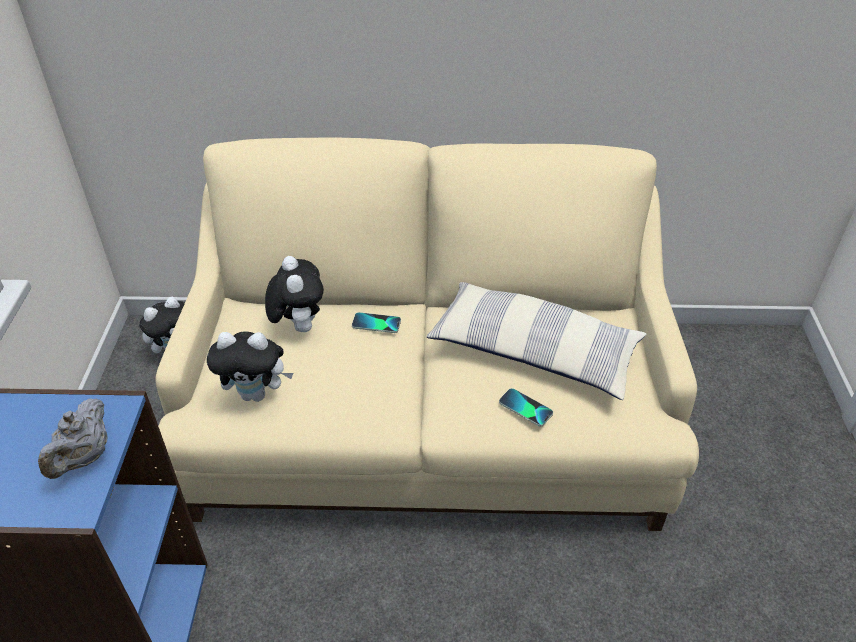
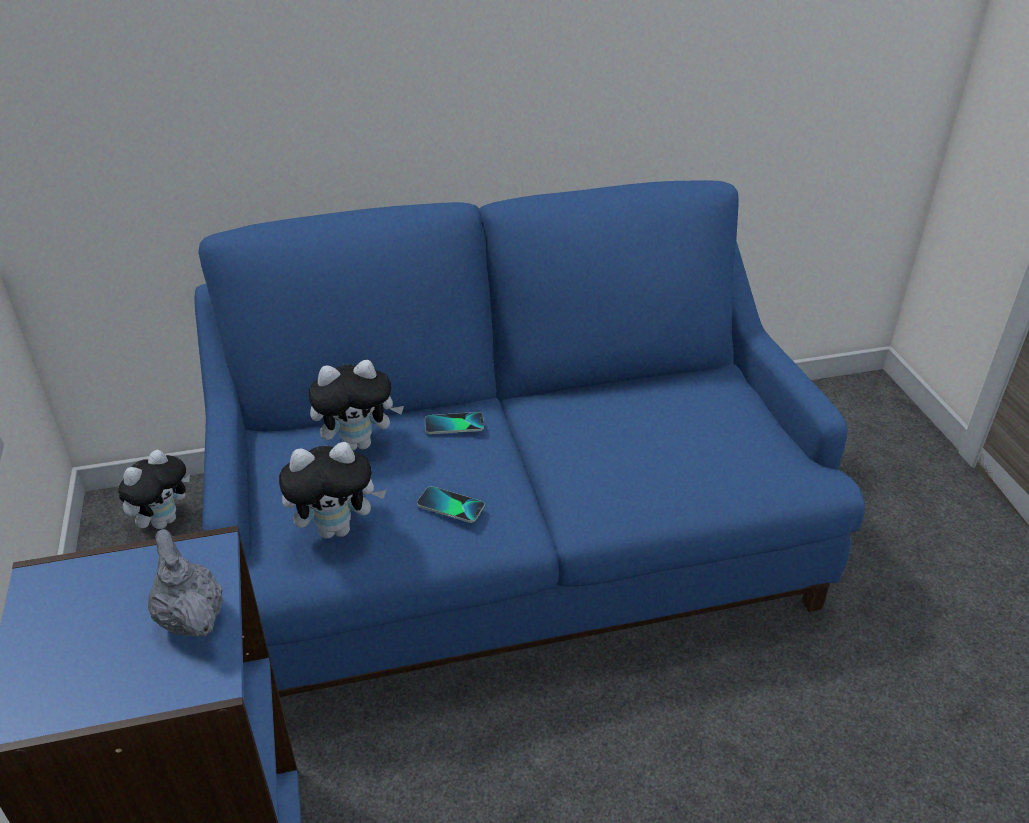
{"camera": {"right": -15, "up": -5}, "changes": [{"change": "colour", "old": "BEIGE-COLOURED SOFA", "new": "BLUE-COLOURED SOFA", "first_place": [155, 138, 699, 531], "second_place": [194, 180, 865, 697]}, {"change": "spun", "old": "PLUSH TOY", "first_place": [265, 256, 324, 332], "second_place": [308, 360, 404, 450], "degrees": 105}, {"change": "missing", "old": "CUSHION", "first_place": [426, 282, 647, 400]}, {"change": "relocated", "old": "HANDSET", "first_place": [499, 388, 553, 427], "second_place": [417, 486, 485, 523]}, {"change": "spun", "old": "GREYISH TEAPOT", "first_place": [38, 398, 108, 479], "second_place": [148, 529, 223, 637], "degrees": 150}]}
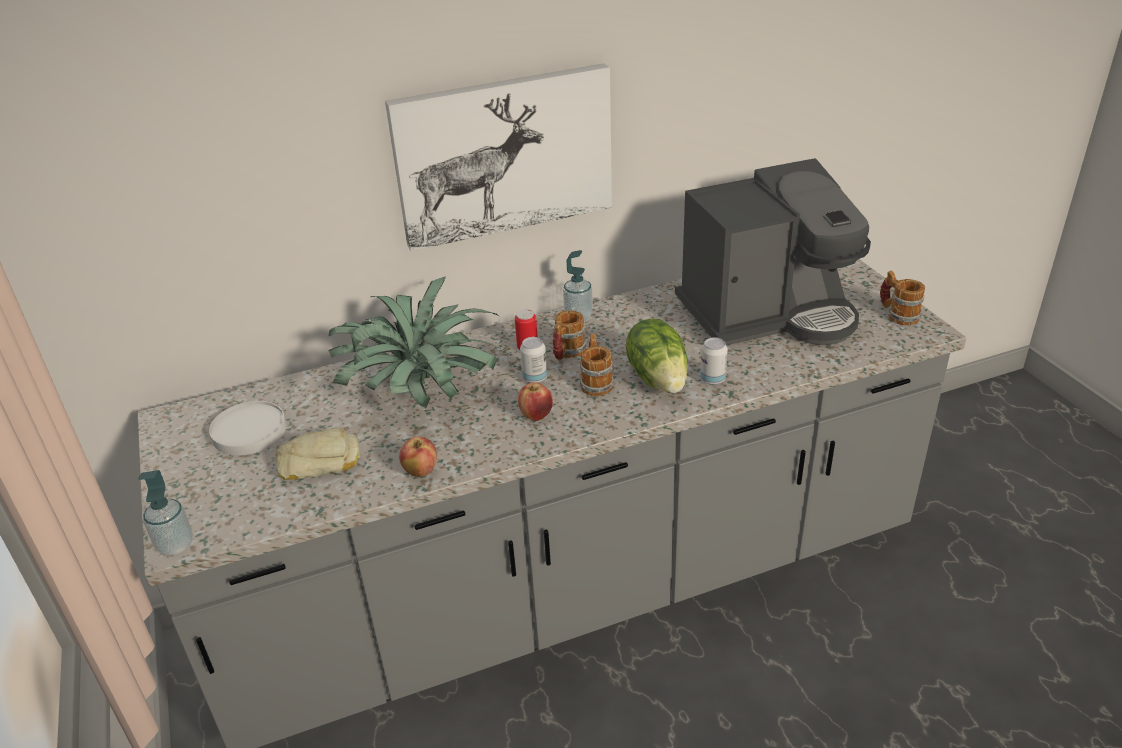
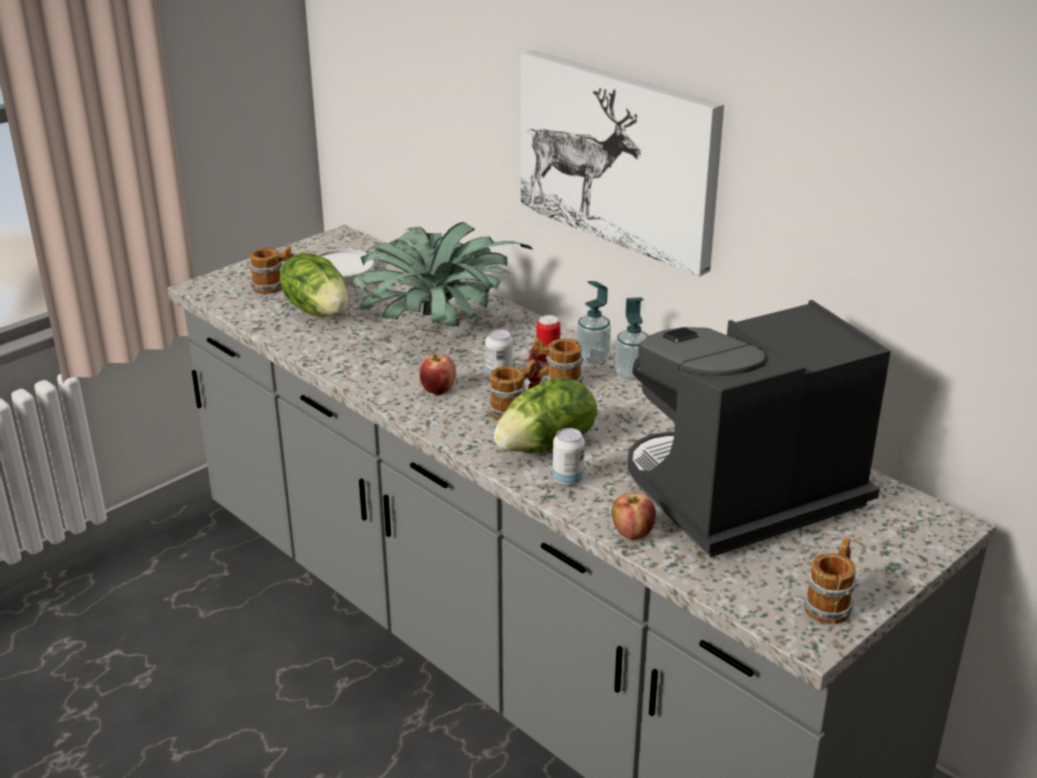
{"camera": {"right": 65, "up": -5}, "changes": [{"change": "spun", "old": "COFFEE BREWER", "first_place": [675, 158, 871, 345], "second_place": [627, 300, 891, 558], "degrees": 105}, {"change": "exchanged", "old": "BREAD", "new": "HEAD OF LETTUCE", "first_place": [275, 427, 360, 480], "second_place": [280, 253, 349, 316]}, {"change": "relocated", "old": "APPLE FRUIT", "first_place": [399, 437, 437, 477], "second_place": [612, 493, 656, 540]}, {"change": "relocated", "old": "SOAP BOTTLE", "first_place": [138, 470, 193, 556], "second_place": [577, 281, 611, 364]}, {"change": "appeared", "new": "TEA MUG", "second_place": [249, 246, 294, 294]}]}
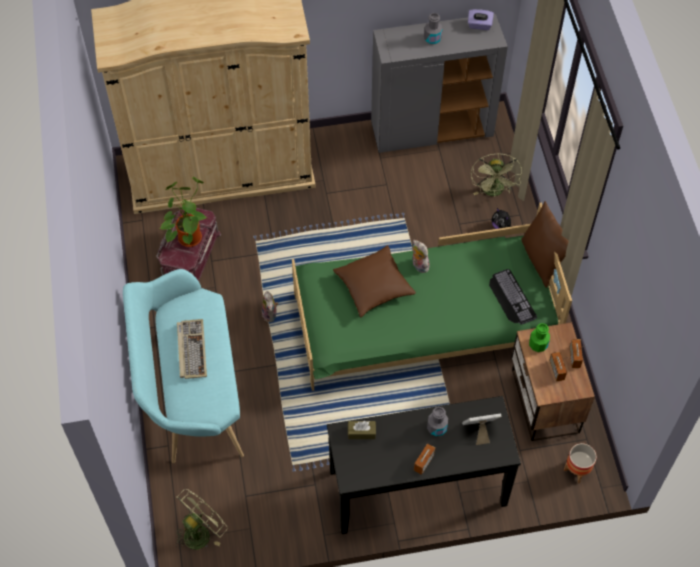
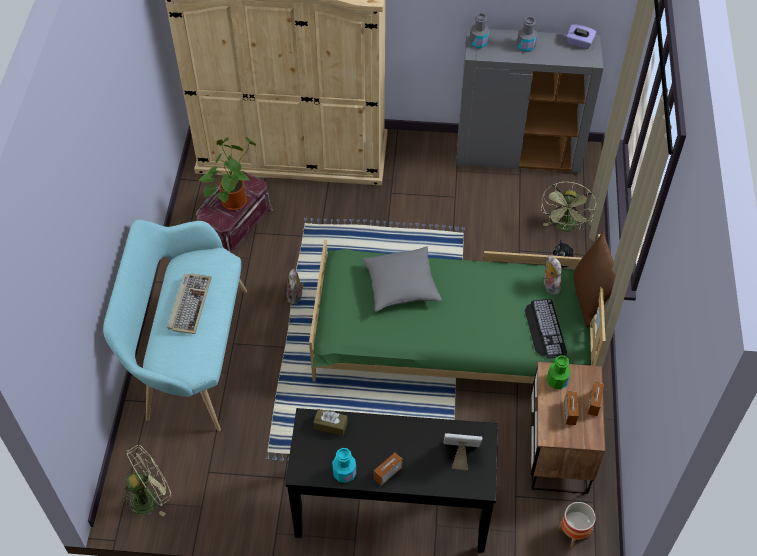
{"camera": {"right": 15, "up": -5}, "changes": [{"change": "relocated", "old": "PLUSH TOY", "first_place": [412, 240, 429, 273], "second_place": [543, 255, 562, 295]}, {"change": "colour", "old": "BROWNISH CUSHION", "new": "GREYISH CUSHION", "first_place": [333, 245, 416, 317], "second_place": [363, 246, 442, 312]}, {"change": "relocated", "old": "GREYISH BEVERAGE BOTTLE", "first_place": [427, 407, 448, 436], "second_place": [469, 13, 490, 48]}, {"change": "appeared", "new": "BLUE-GREEN BEVERAGE BOTTLE", "second_place": [332, 448, 356, 483]}]}
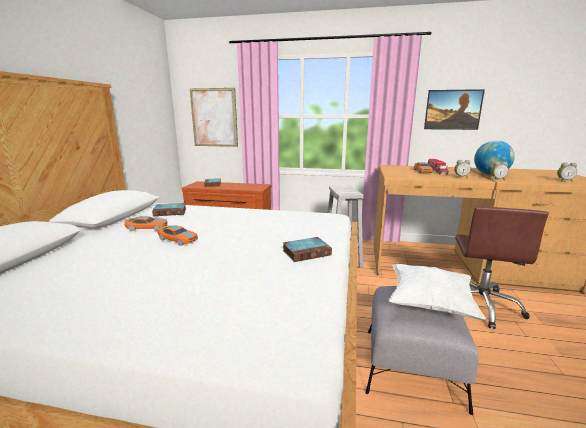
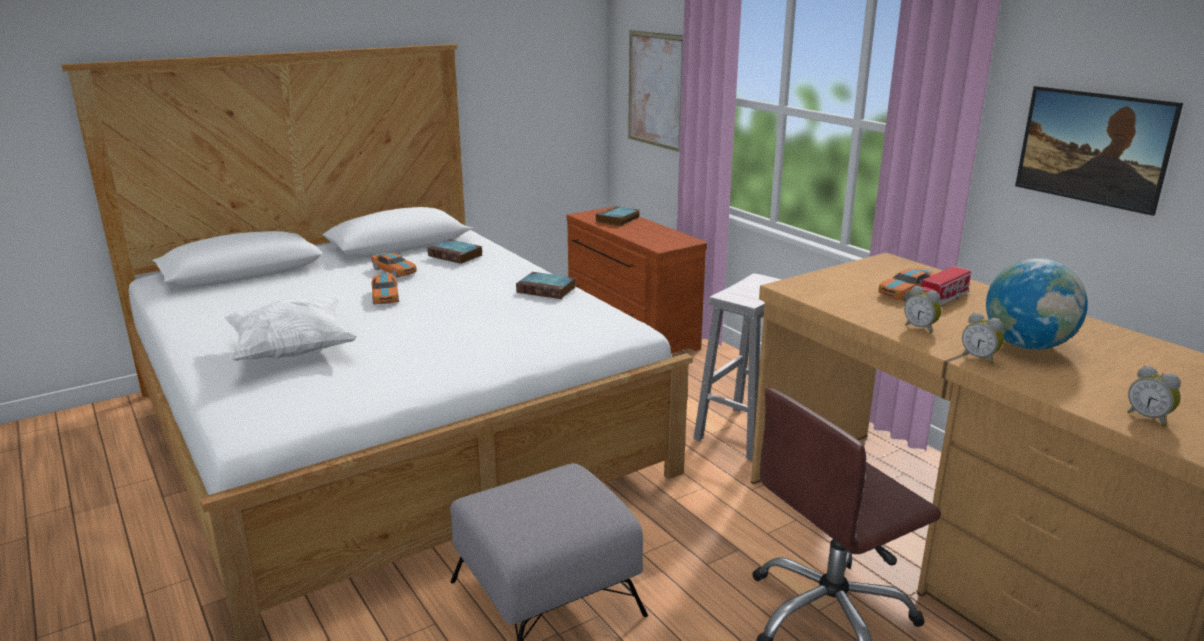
{"camera": {"right": 45, "up": 5}, "changes": [{"change": "relocated", "old": "BOOK", "first_place": [283, 237, 332, 262], "second_place": [516, 272, 576, 299]}, {"change": "relocated", "old": "WHITE-COLOURED CUSHION", "first_place": [389, 264, 486, 320], "second_place": [224, 297, 357, 361]}]}
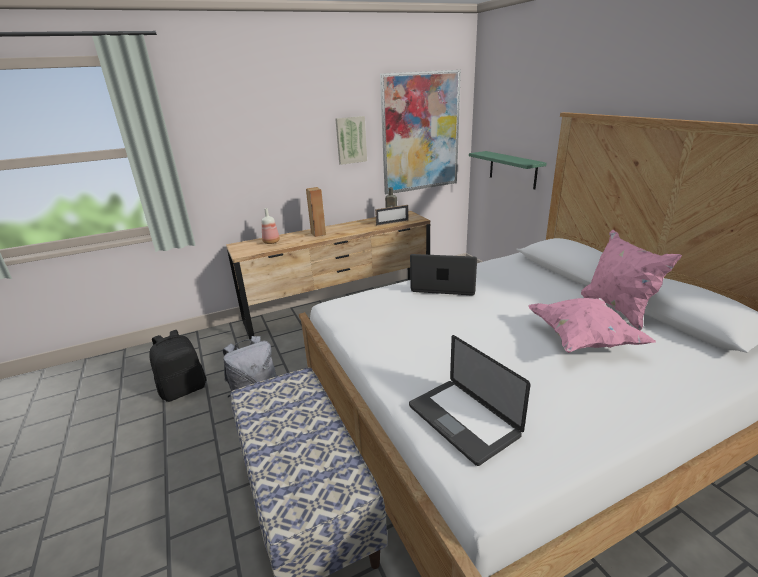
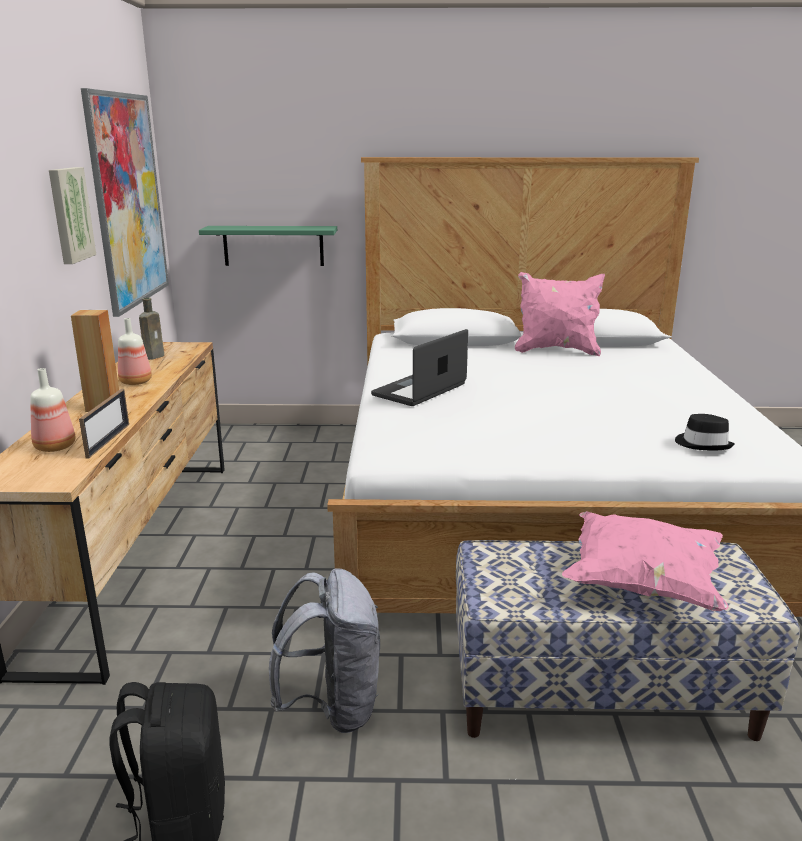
{"camera": {"right": -65, "up": -5}, "changes": [{"change": "relocated", "old": "STANDING FRAME", "first_place": [375, 205, 409, 225], "second_place": [79, 389, 129, 458]}, {"change": "relocated", "old": "PINKISH CUSHION", "first_place": [529, 298, 656, 353], "second_place": [562, 511, 729, 611]}, {"change": "exchanged", "old": "LAPTOP", "new": "BLACK HAT", "first_place": [409, 335, 531, 466], "second_place": [675, 414, 735, 450]}, {"change": "appeared", "new": "BEVERAGE BOTTLE", "second_place": [118, 318, 152, 385]}]}
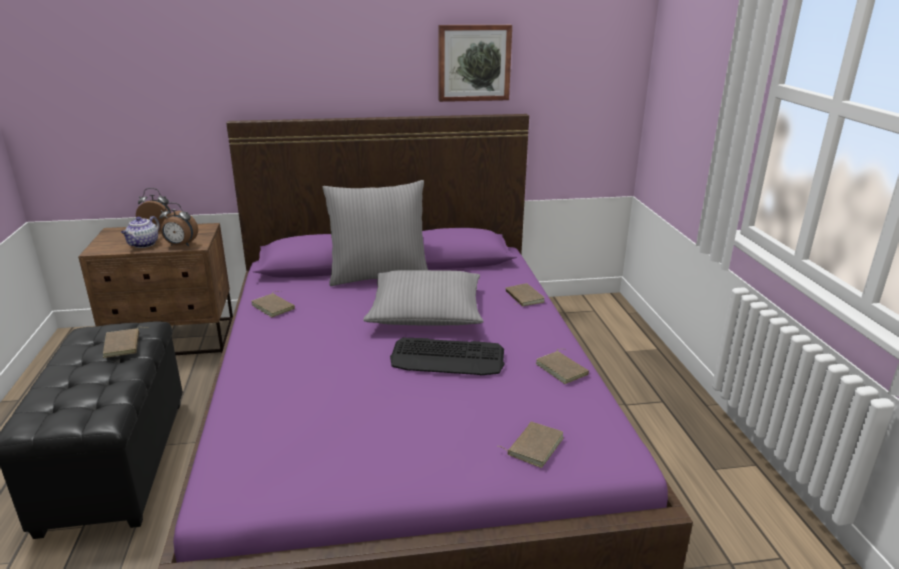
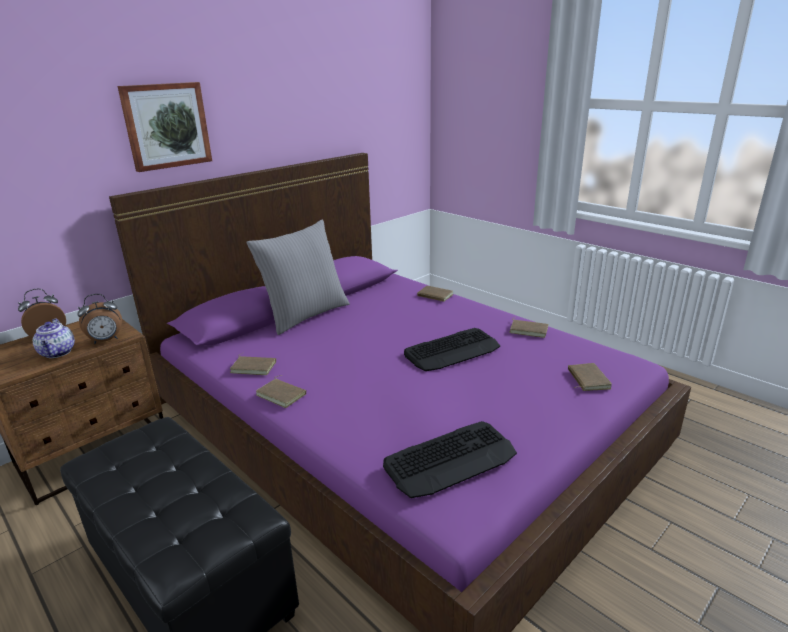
{"camera": {"right": -35, "up": 0}, "changes": [{"change": "relocated", "old": "PICTURE", "first_place": [438, 25, 512, 102], "second_place": [117, 82, 212, 172]}, {"change": "missing", "old": "GREYISH CUSHION", "first_place": [363, 270, 483, 326]}, {"change": "relocated", "old": "BROWNISH BOOK", "first_place": [103, 327, 147, 358], "second_place": [256, 375, 306, 408]}, {"change": "appeared", "new": "PC KEYBOARD", "second_place": [383, 421, 517, 498]}]}
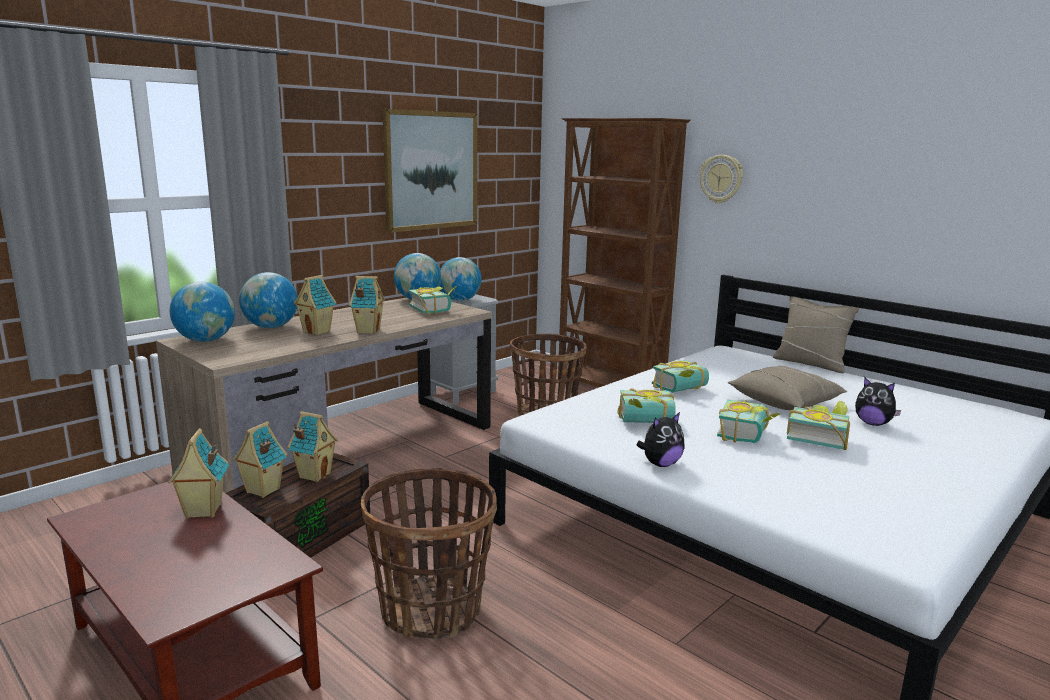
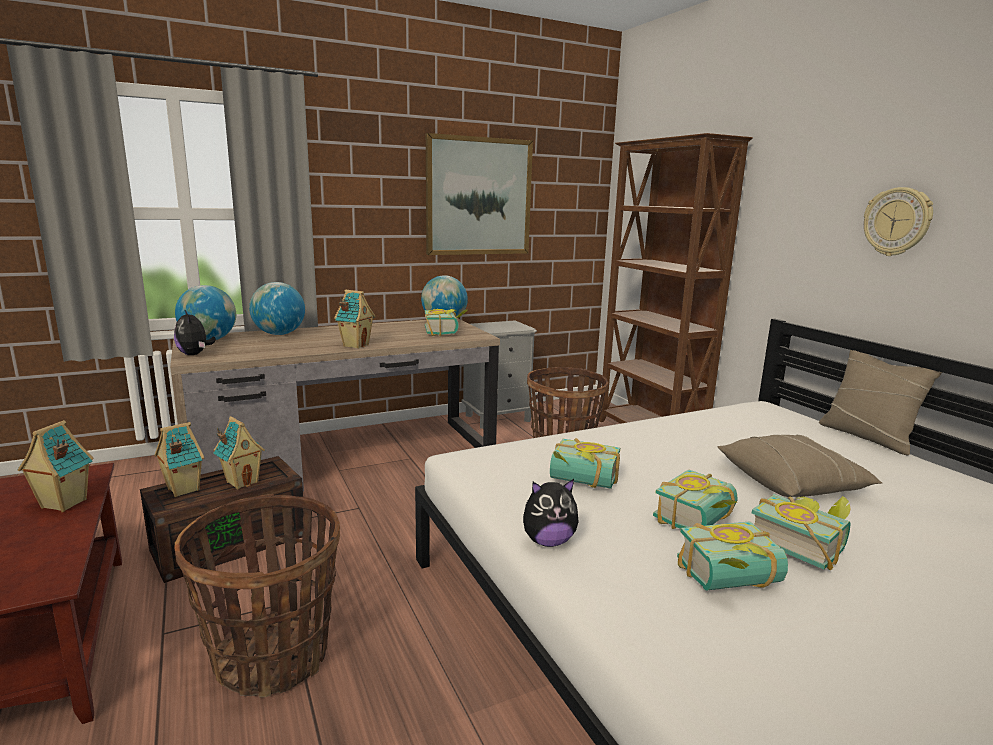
{"camera": {"right": 20, "up": 0}, "changes": [{"change": "relocated", "old": "CLOCK ON THE WALL", "first_place": [700, 155, 743, 203], "second_place": [864, 187, 933, 256]}, {"change": "missing", "old": "WORLD GLOBE", "first_place": [439, 257, 482, 301]}, {"change": "missing", "old": "MINIATURE HOUSE", "first_place": [293, 275, 336, 335]}, {"change": "relocated", "old": "BOOK", "first_place": [652, 360, 709, 393], "second_place": [677, 521, 788, 591]}, {"change": "relocated", "old": "PLUSH TOY", "first_place": [855, 378, 901, 426], "second_place": [174, 310, 216, 355]}]}
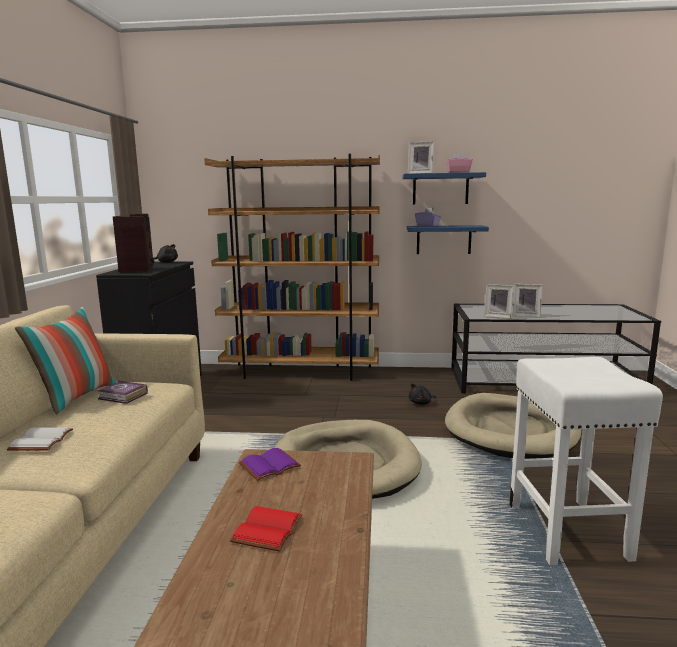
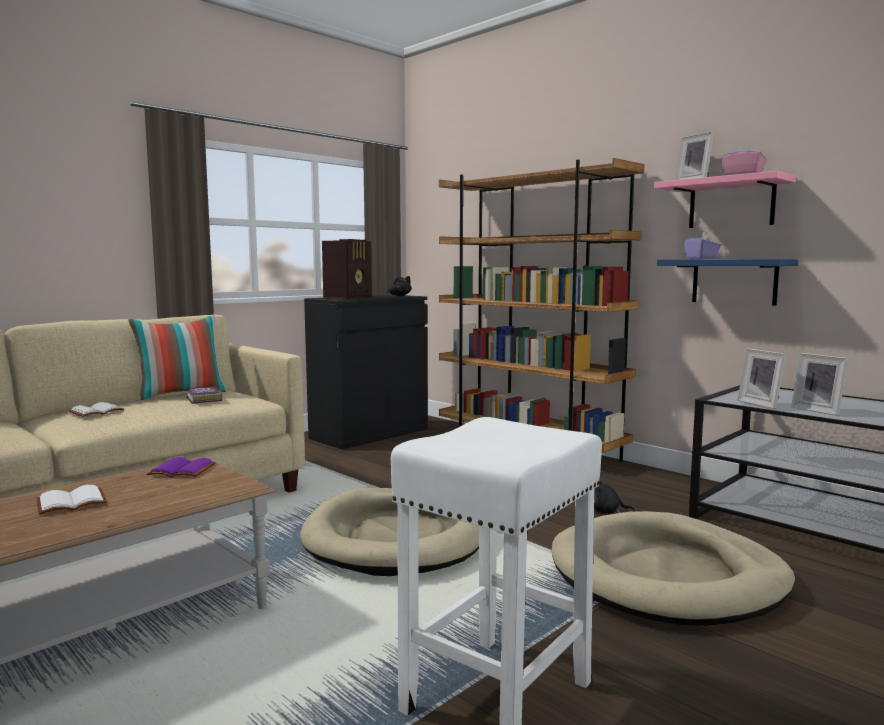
{"camera": {"right": 40, "up": -5}, "changes": [{"change": "colour", "old": "BLUE-COLOURED BRACKET SHELF", "new": "PINKISH BRACKET SHELF", "first_place": [403, 172, 486, 204], "second_place": [654, 171, 796, 228]}, {"change": "colour", "old": "RED-COLOURED BOOK", "new": "WHITE-COLOURED BOOK", "first_place": [230, 506, 302, 551], "second_place": [37, 485, 107, 515]}]}
